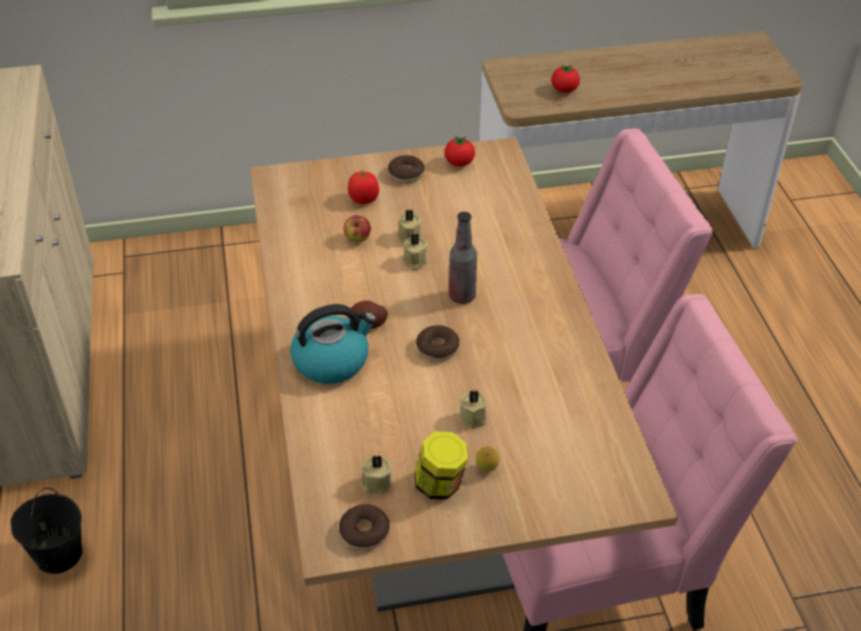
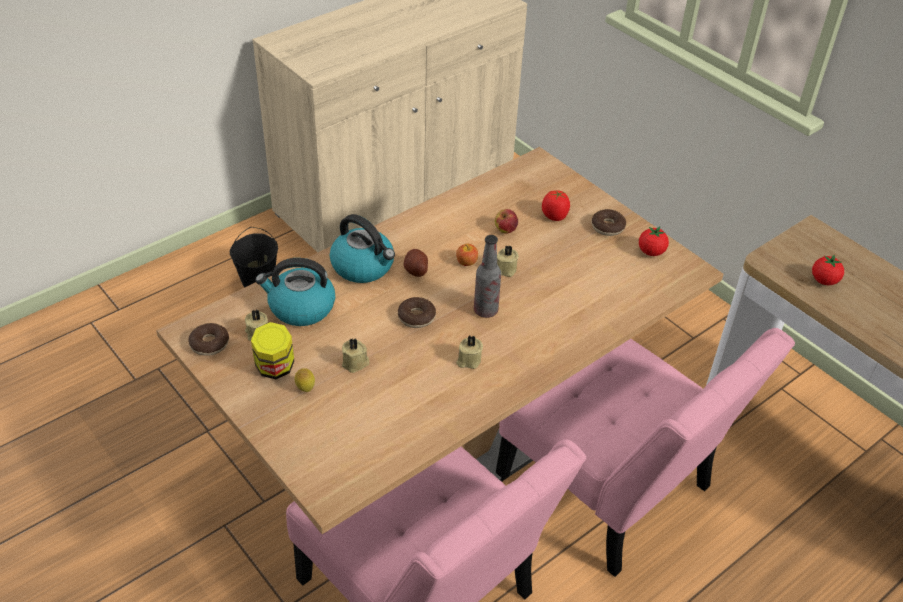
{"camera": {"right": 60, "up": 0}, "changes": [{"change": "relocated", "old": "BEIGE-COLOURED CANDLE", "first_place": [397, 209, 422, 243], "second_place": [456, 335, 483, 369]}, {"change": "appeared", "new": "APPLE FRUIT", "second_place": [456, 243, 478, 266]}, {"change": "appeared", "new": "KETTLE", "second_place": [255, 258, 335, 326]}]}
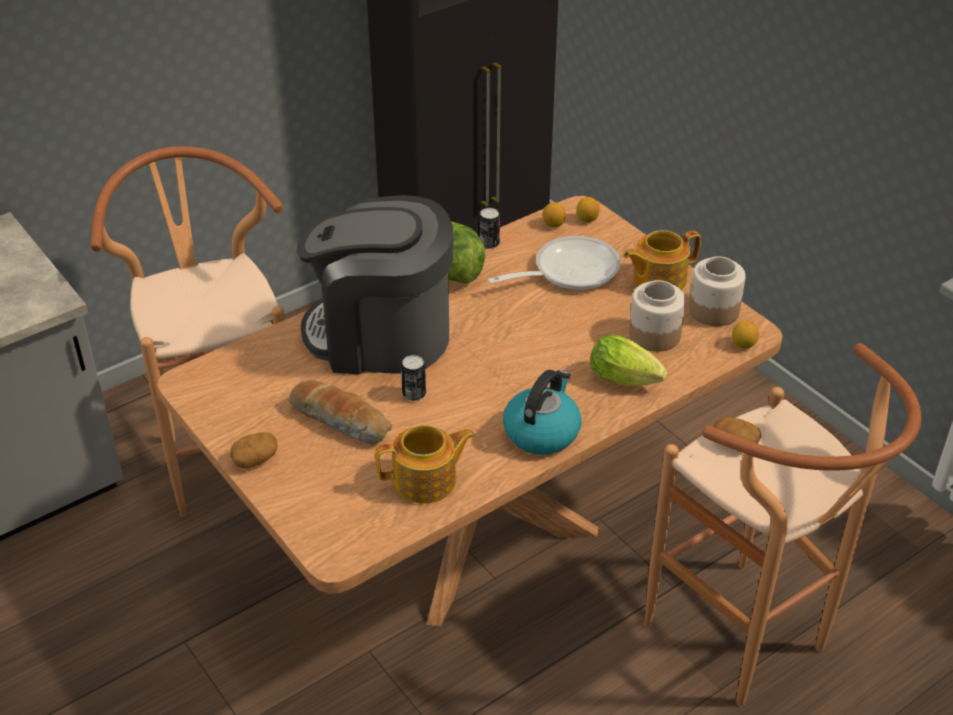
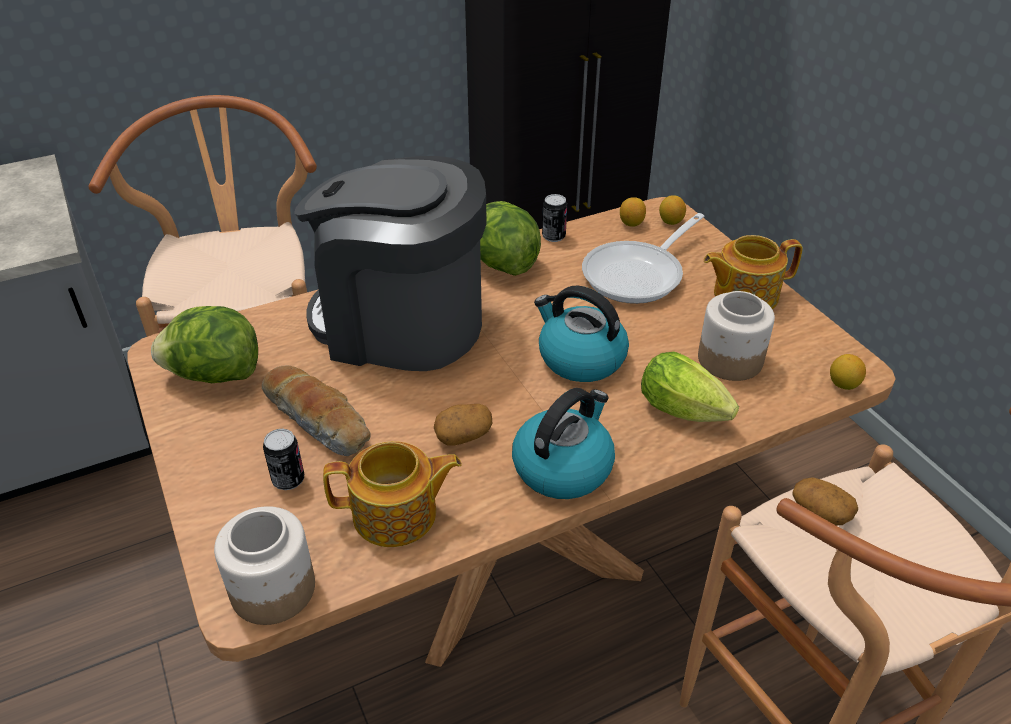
{"camera": {"right": 10, "up": 0}, "changes": [{"change": "spun", "old": "FRYING PAN", "first_place": [487, 236, 621, 290], "second_place": [582, 213, 704, 304], "degrees": 150}, {"change": "relocated", "old": "PRESERVE JAR", "first_place": [689, 256, 746, 326], "second_place": [214, 506, 315, 625]}, {"change": "relocated", "old": "CAN", "first_place": [401, 355, 426, 401], "second_place": [263, 429, 304, 490]}, {"change": "relocated", "old": "WHOLE POTATO", "first_place": [230, 432, 278, 469], "second_place": [434, 404, 492, 446]}, {"change": "appeared", "new": "KETTLE", "second_place": [534, 286, 629, 382]}, {"change": "appeared", "new": "HEAD OF LETTUCE", "second_place": [151, 306, 258, 383]}]}
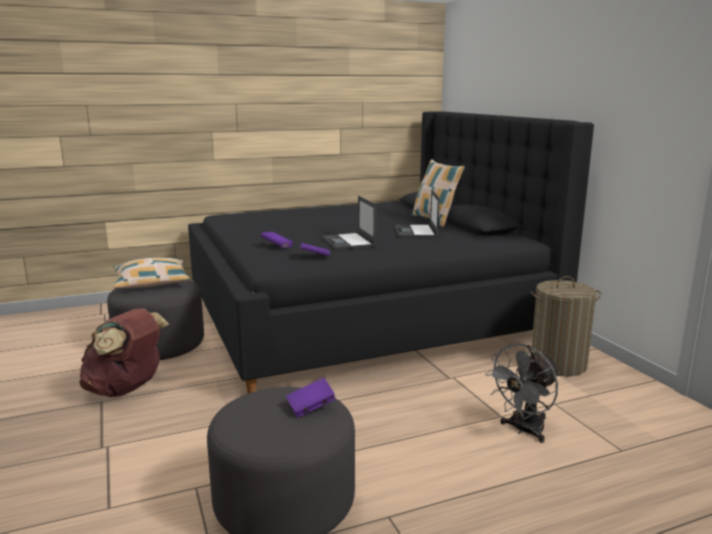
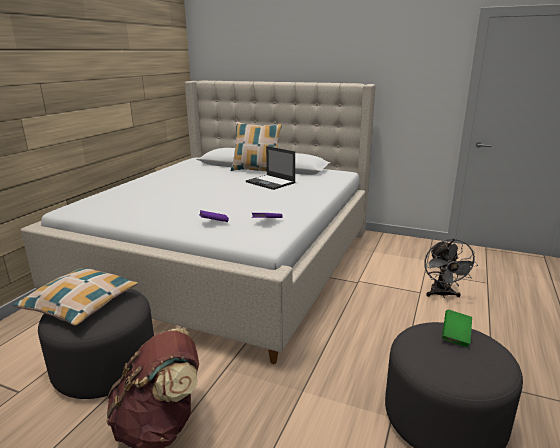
{"camera": {"right": -45, "up": 5}, "changes": [{"change": "colour", "old": "BLACK BED", "new": "BEIGE-COLOURED BED", "first_place": [188, 111, 594, 394], "second_place": [21, 81, 376, 364]}, {"change": "missing", "old": "LAPTOP", "first_place": [322, 196, 376, 250]}, {"change": "missing", "old": "HAMPER", "first_place": [530, 276, 601, 376]}, {"change": "colour", "old": "PURPLE-COLOURED BOOK", "new": "GREEN-COLOURED BOOK", "first_place": [286, 377, 336, 417], "second_place": [442, 310, 472, 347]}]}
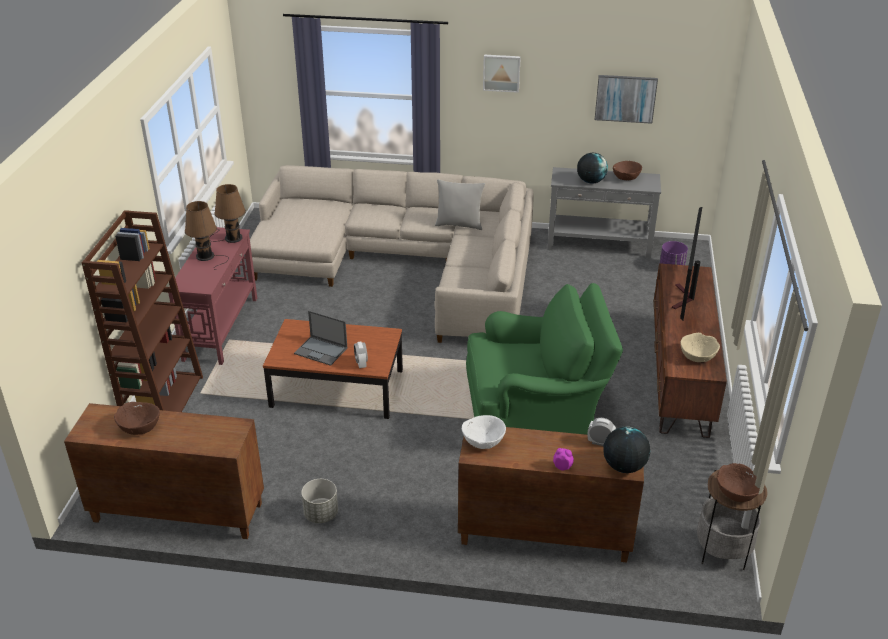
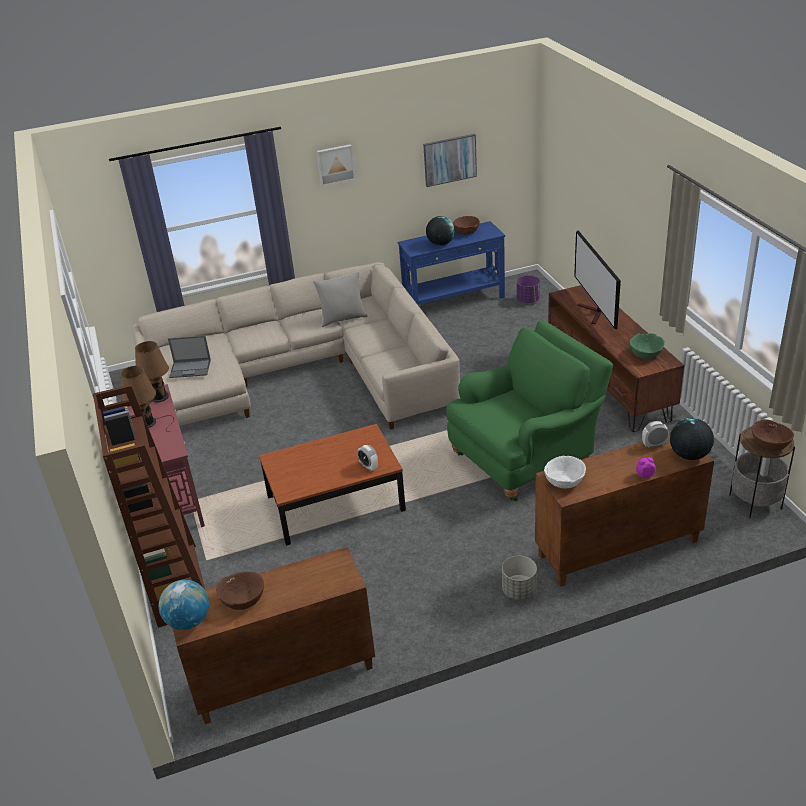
{"camera": {"right": -25, "up": 0}, "changes": [{"change": "colour", "old": "GREYISH NARROW TABLE", "new": "BLUE-COLOURED NARROW TABLE", "first_place": [547, 167, 661, 258], "second_place": [398, 221, 505, 306]}, {"change": "relocated", "old": "LAPTOP", "first_place": [294, 311, 348, 366], "second_place": [168, 336, 211, 378]}, {"change": "colour", "old": "BEIGE-COLOURED DEEP DISH", "new": "GREEN-COLOURED DEEP DISH", "first_place": [681, 333, 720, 362], "second_place": [630, 333, 665, 359]}, {"change": "relocated", "old": "GREYISH PLANT POT", "first_place": [301, 479, 338, 523], "second_place": [502, 556, 537, 600]}, {"change": "appeared", "new": "WORLD GLOBE", "second_place": [159, 580, 209, 630]}]}
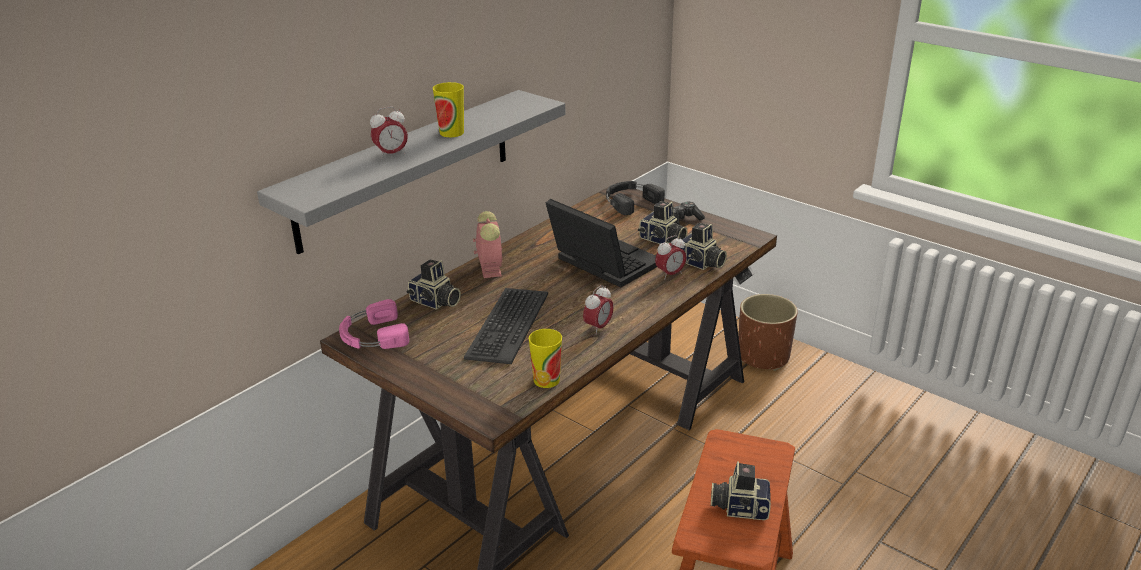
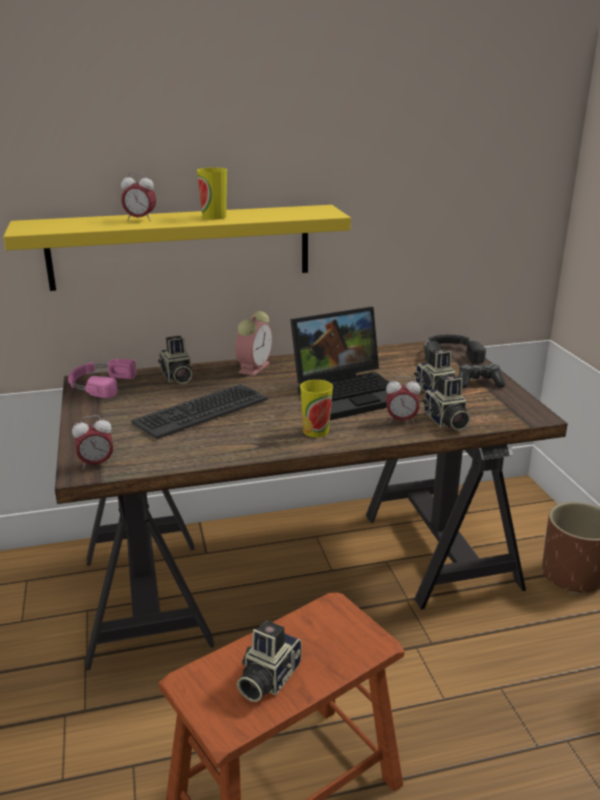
{"camera": {"right": 35, "up": -5}, "changes": [{"change": "colour", "old": "GREYISH BRACKET SHELF", "new": "YELLOW-COLOURED BRACKET SHELF", "first_place": [257, 90, 565, 254], "second_place": [3, 205, 351, 291]}, {"change": "spun", "old": "LAPTOP", "first_place": [546, 199, 657, 287], "second_place": [290, 307, 390, 420], "degrees": 75}, {"change": "relocated", "old": "BEDSIDE CLOCK", "first_place": [583, 285, 614, 335], "second_place": [72, 415, 113, 469]}, {"change": "relocated", "old": "CUP", "first_place": [529, 329, 562, 388], "second_place": [300, 380, 333, 437]}, {"change": "spun", "old": "STILL CAMERA", "first_place": [711, 461, 771, 520], "second_place": [237, 620, 302, 702], "degrees": -105}]}
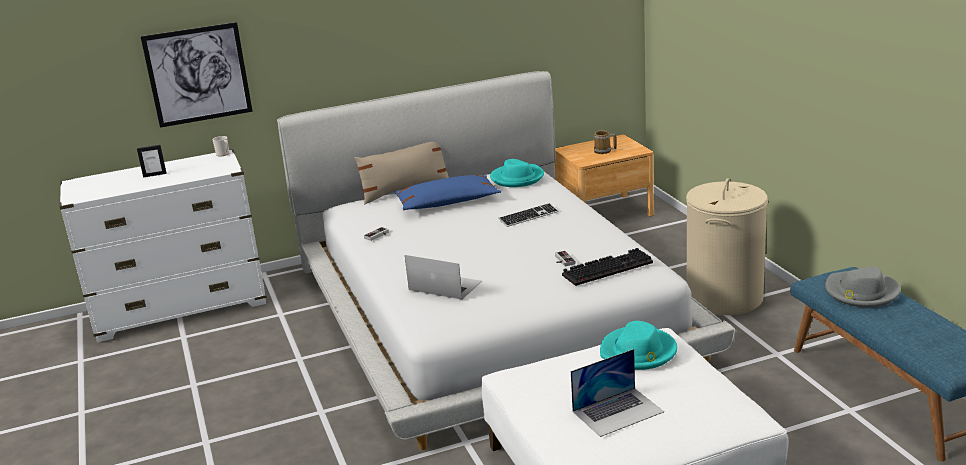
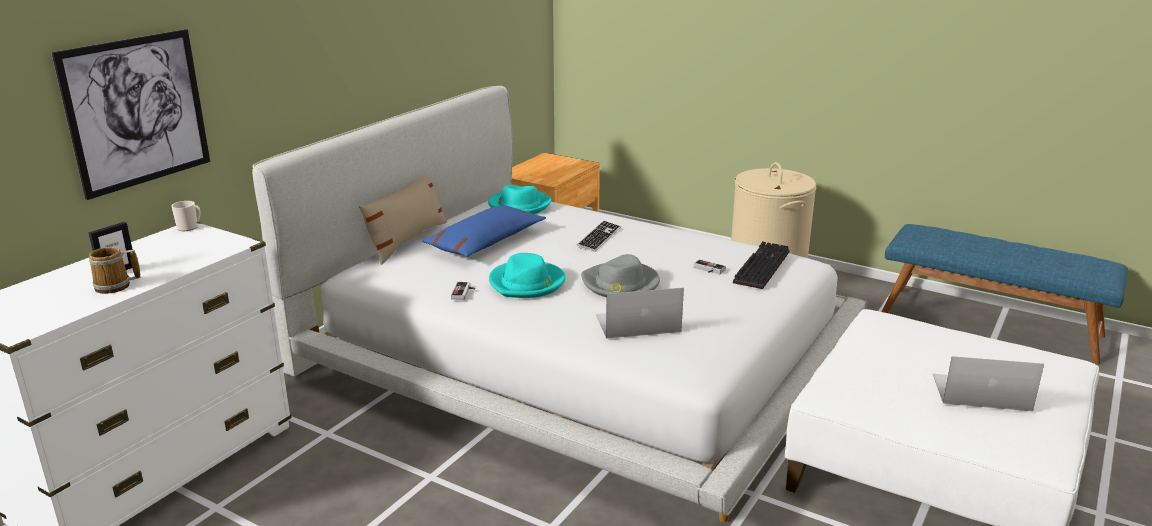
{"camera": {"right": -40, "up": 0}, "changes": [{"change": "relocated", "old": "TEA MUG", "first_place": [594, 131, 617, 154], "second_place": [89, 247, 140, 294]}, {"change": "relocated", "old": "GREYISH HAT", "first_place": [825, 267, 900, 308], "second_place": [581, 254, 660, 297]}, {"change": "relocated", "old": "BLUE-GREEN HAT", "first_place": [600, 321, 677, 370], "second_place": [489, 253, 566, 298]}, {"change": "spun", "old": "LAPTOP", "first_place": [571, 349, 664, 437], "second_place": [933, 356, 1044, 411], "degrees": -105}]}
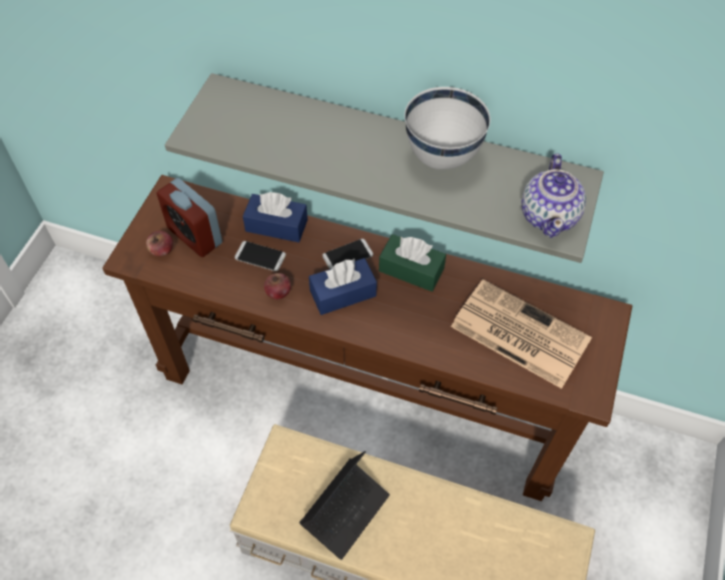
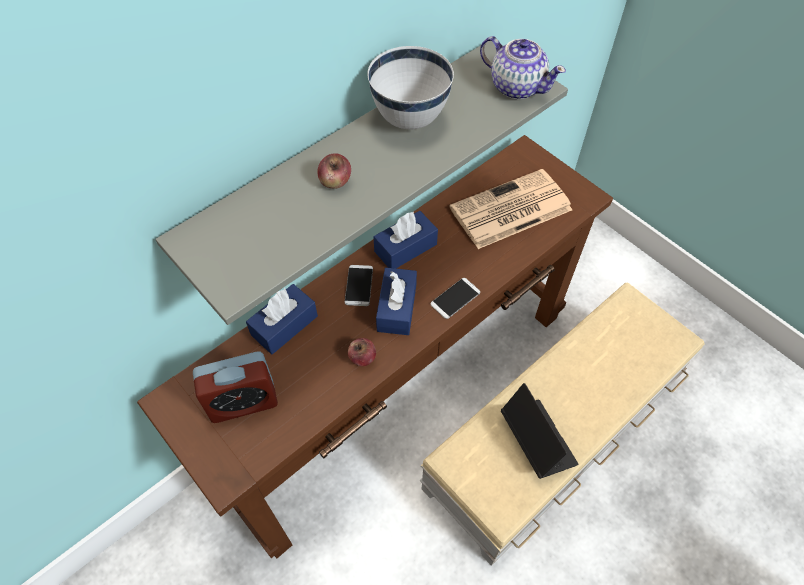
{"camera": {"right": -60, "up": 0}, "changes": [{"change": "relocated", "old": "APPLE FRUIT", "first_place": [146, 231, 173, 256], "second_place": [318, 153, 351, 189]}, {"change": "colour", "old": "GREEN-COLOURED BOX OF TISSUES", "new": "BLUE-COLOURED BOX OF TISSUES", "first_place": [379, 234, 446, 292], "second_place": [374, 211, 438, 268]}, {"change": "relocated", "old": "HANDSET", "first_place": [235, 241, 286, 271], "second_place": [431, 278, 480, 319]}]}
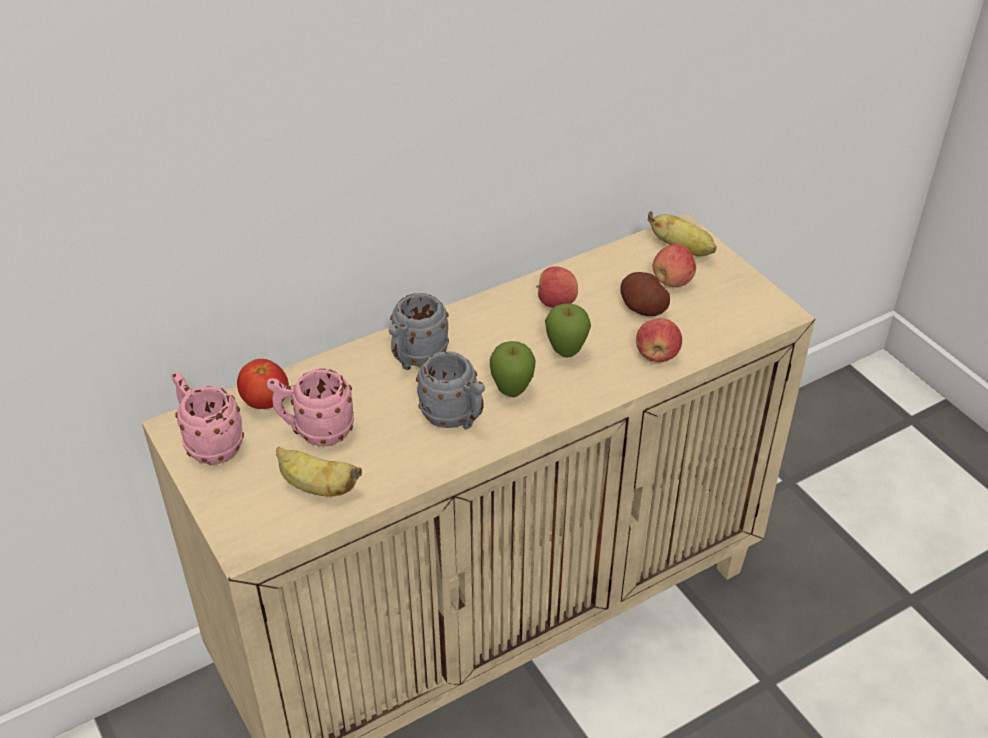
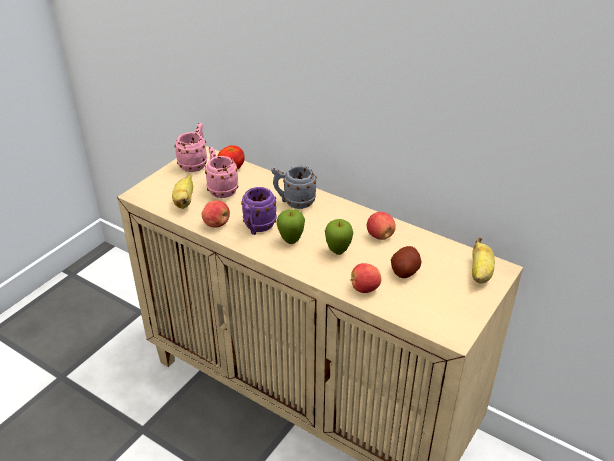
{"camera": {"right": 65, "up": -5}, "changes": [{"change": "relocated", "old": "APPLE FRUIT", "first_place": [653, 244, 696, 287], "second_place": [202, 200, 230, 228]}, {"change": "colour", "old": "GREYISH TEA MUG", "new": "PURPLE-COLOURED TEA MUG", "first_place": [416, 351, 485, 429], "second_place": [241, 187, 277, 235]}]}
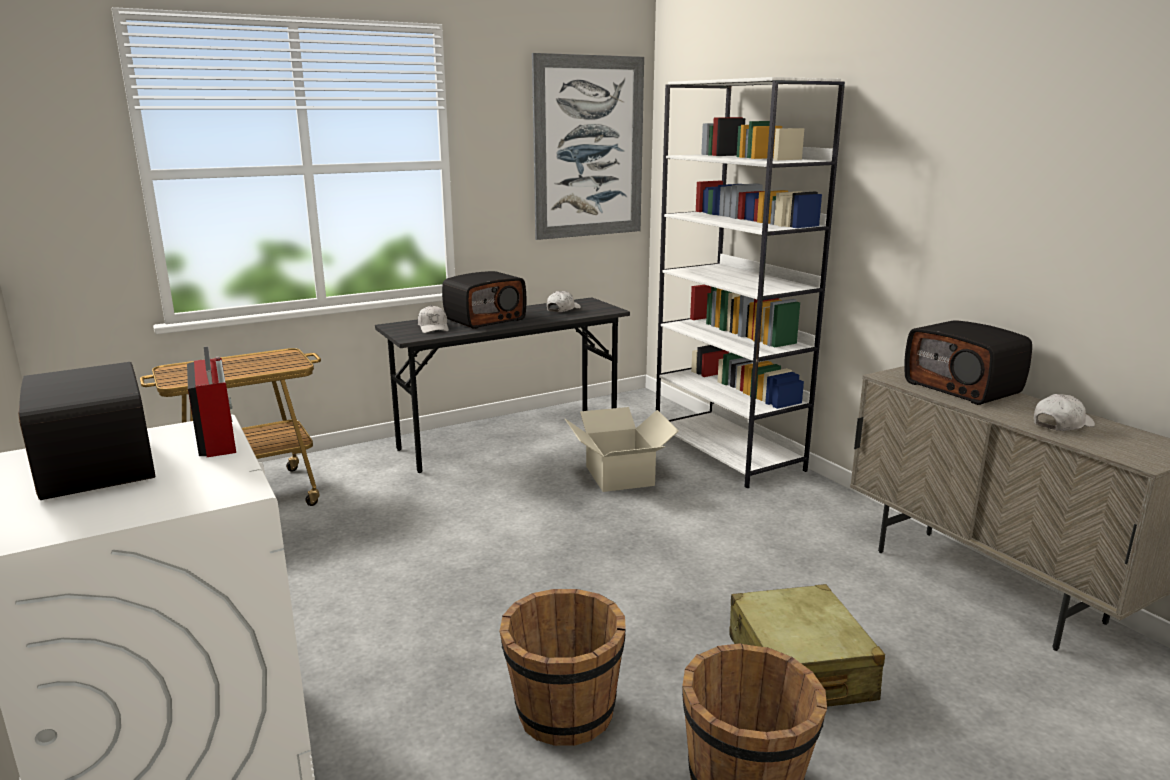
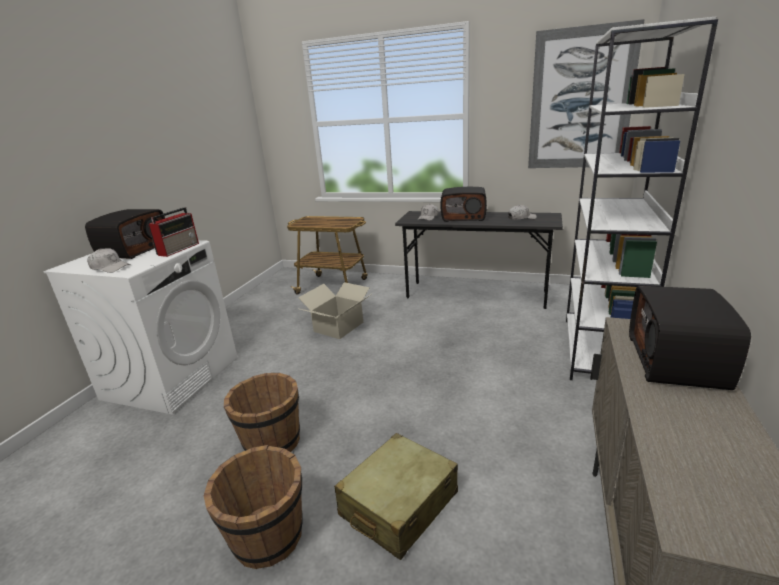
{"camera": {"right": 50, "up": 5}, "changes": [{"change": "relocated", "old": "WHITE-COLOURED CAP", "first_place": [1034, 394, 1095, 431], "second_place": [87, 248, 131, 273]}, {"change": "relocated", "old": "PACKING BOX", "first_place": [565, 407, 679, 492], "second_place": [298, 282, 371, 339]}]}
